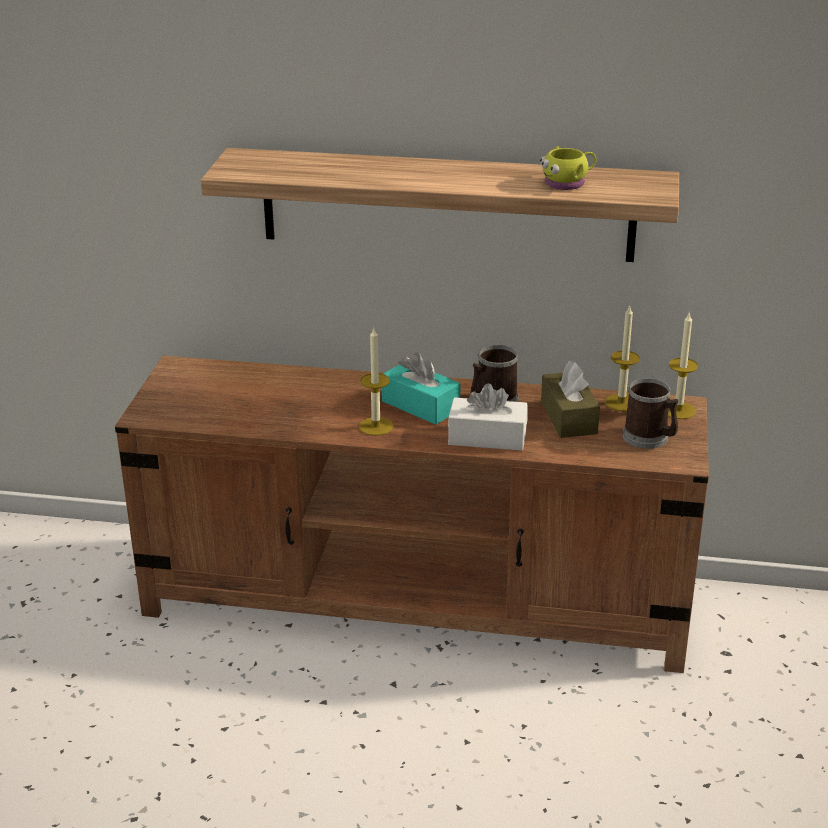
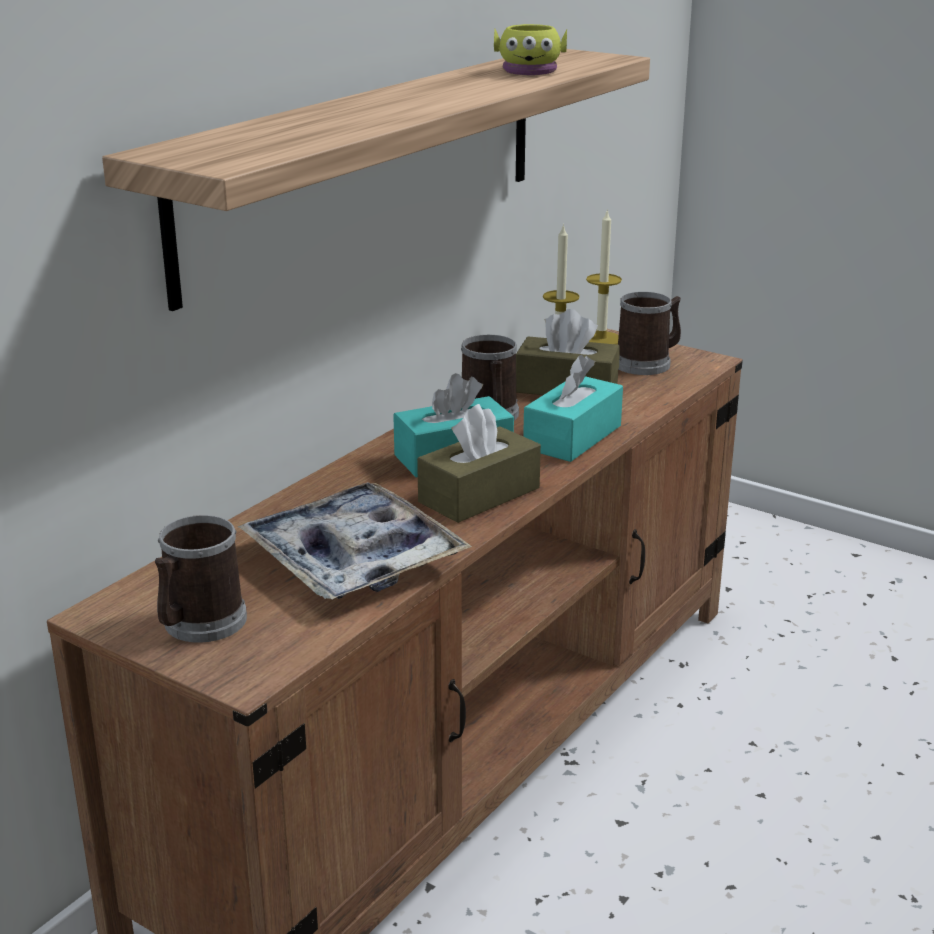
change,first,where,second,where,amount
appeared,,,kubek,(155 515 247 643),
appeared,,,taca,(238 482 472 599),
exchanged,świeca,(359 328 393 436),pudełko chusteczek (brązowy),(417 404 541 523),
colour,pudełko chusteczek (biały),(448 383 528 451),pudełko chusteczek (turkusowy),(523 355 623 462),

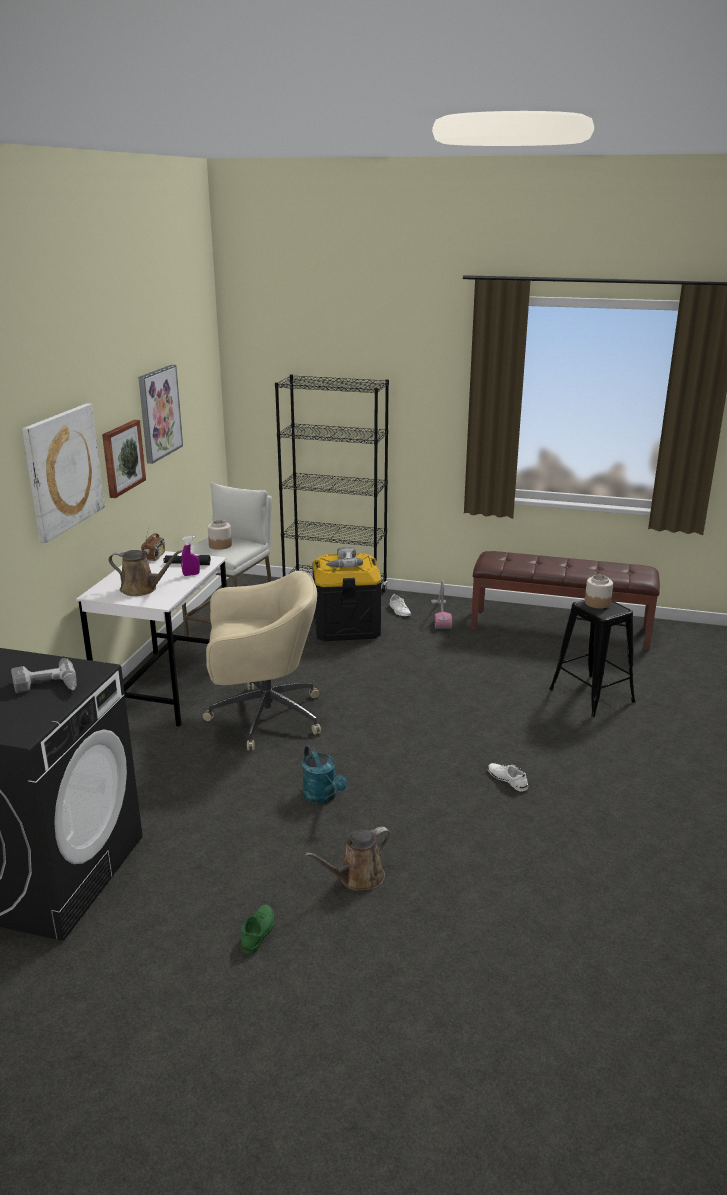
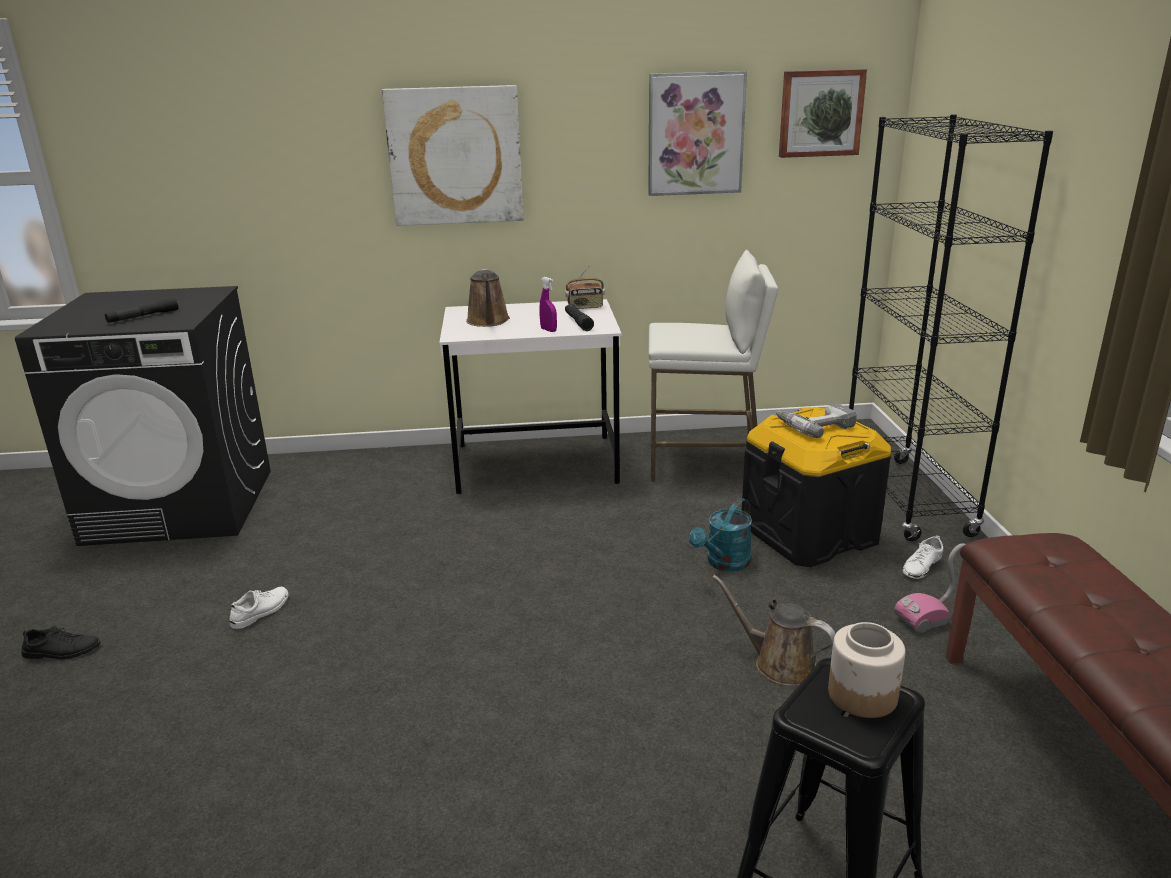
change,first,where,second,where,amount
colour,but (zielony),(241 904 274 954),but (czarny),(21 626 100 660),
exchanged,wiertarka,(11 658 77 693),latarka (czarny),(105 298 178 323),
relocated,but (biały),(488 763 528 792),,(230 587 289 629),
relocated,konewka (turkusowy),(302 745 347 804),,(689 498 752 572),
relocated,konewka (brązowy),(305 827 392 890),,(712 575 835 686),
relocated,obraz,(102 420 146 498),,(779 69 867 158),
missing,krzesło biurowe (beżowy),(203 571 321 751),,,
missing,słoik,(208 520 232 550),,,

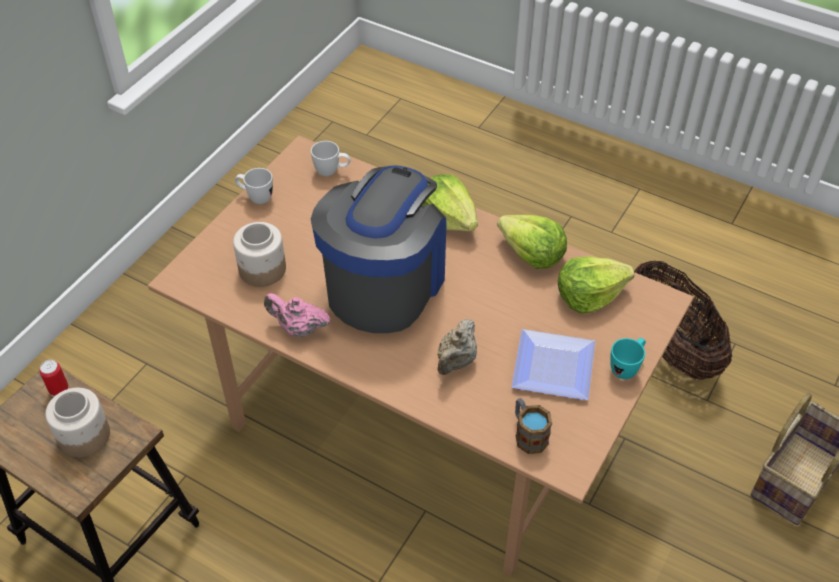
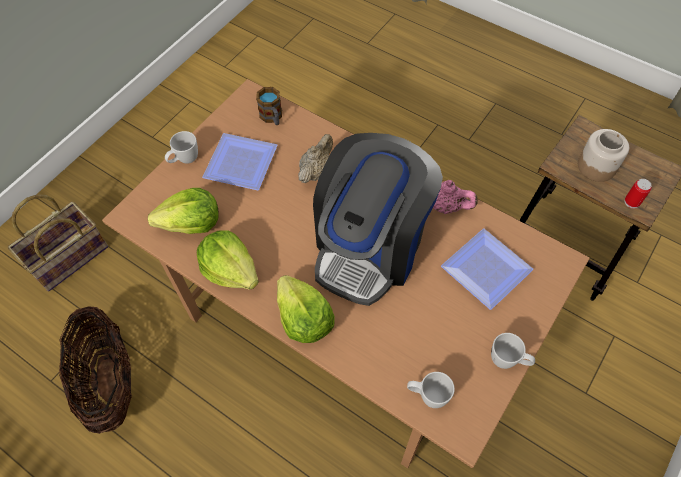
change,first,where,second,where,amount
colour,kubek (turkusowy),(610 338 646 379),kubek (biały),(165 131 198 164),
exchanged,słoik,(233 222 286 287),talerz,(441 229 533 310),

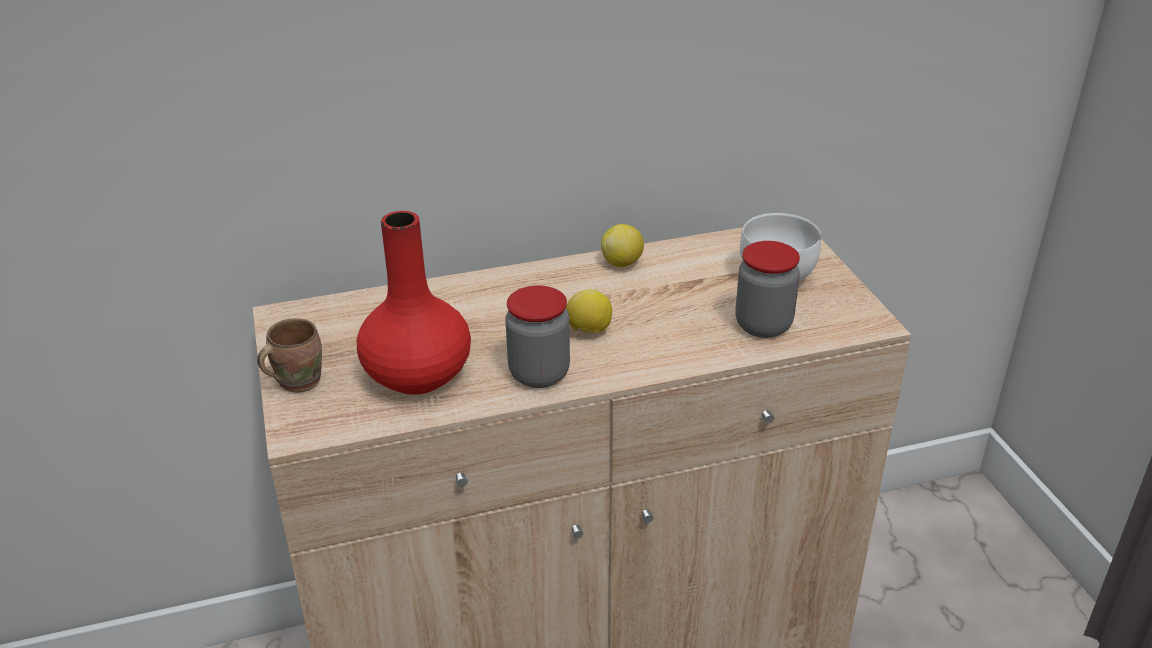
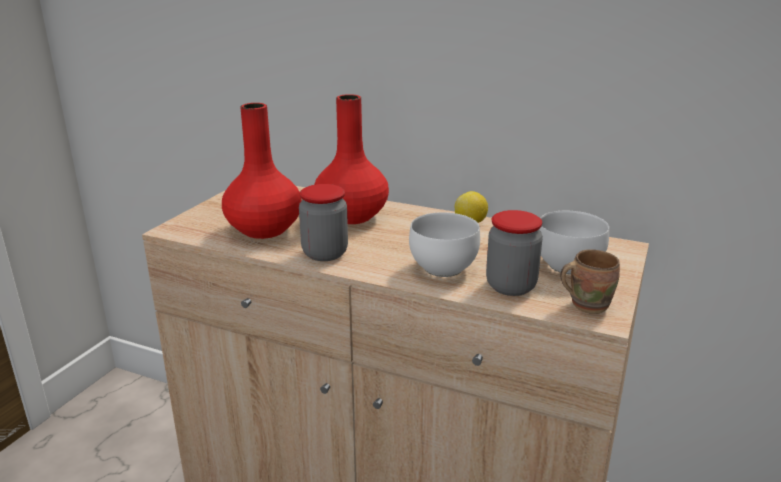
change,first,where,second,where,amount
appeared,,,wazon (czerwony),(314 94 389 224),
appeared,,,miska (biały),(409 212 480 277),
relocated,kubek (brązowy),(257 318 322 393),,(560 249 620 314),
missing,cytryna,(566 289 612 333),,,

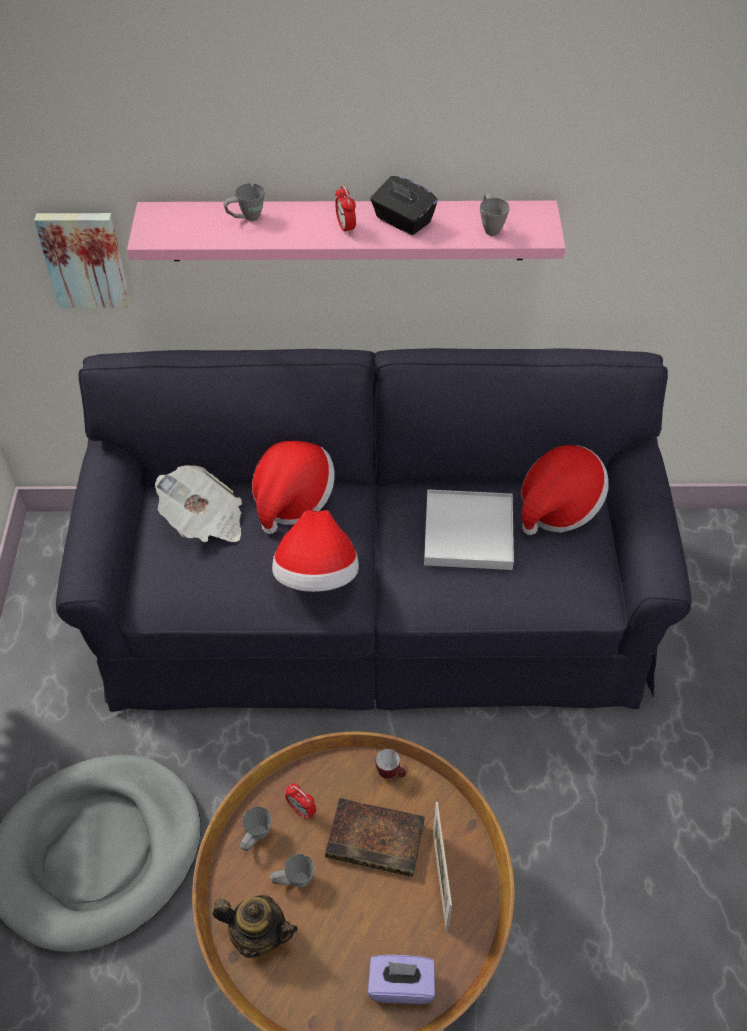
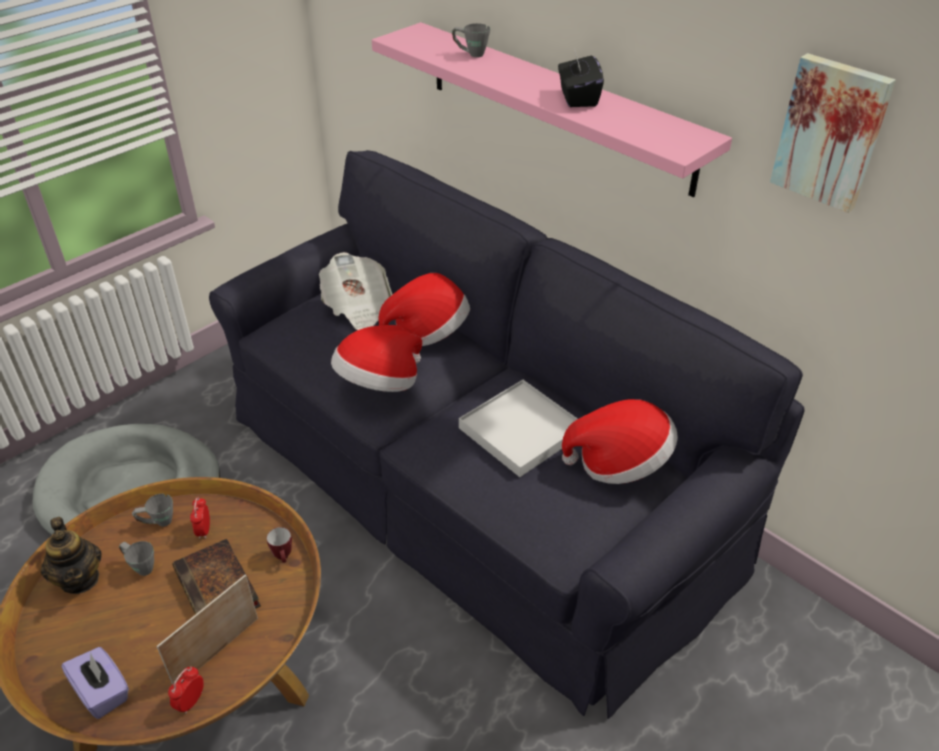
change,first,where,second,where,amount
relocated,budzik,(335 185 356 235),,(168 667 204 714),
relocated,obraz,(34 213 130 308),,(770 53 896 213),
missing,kubek (szary),(480 193 510 236),,,

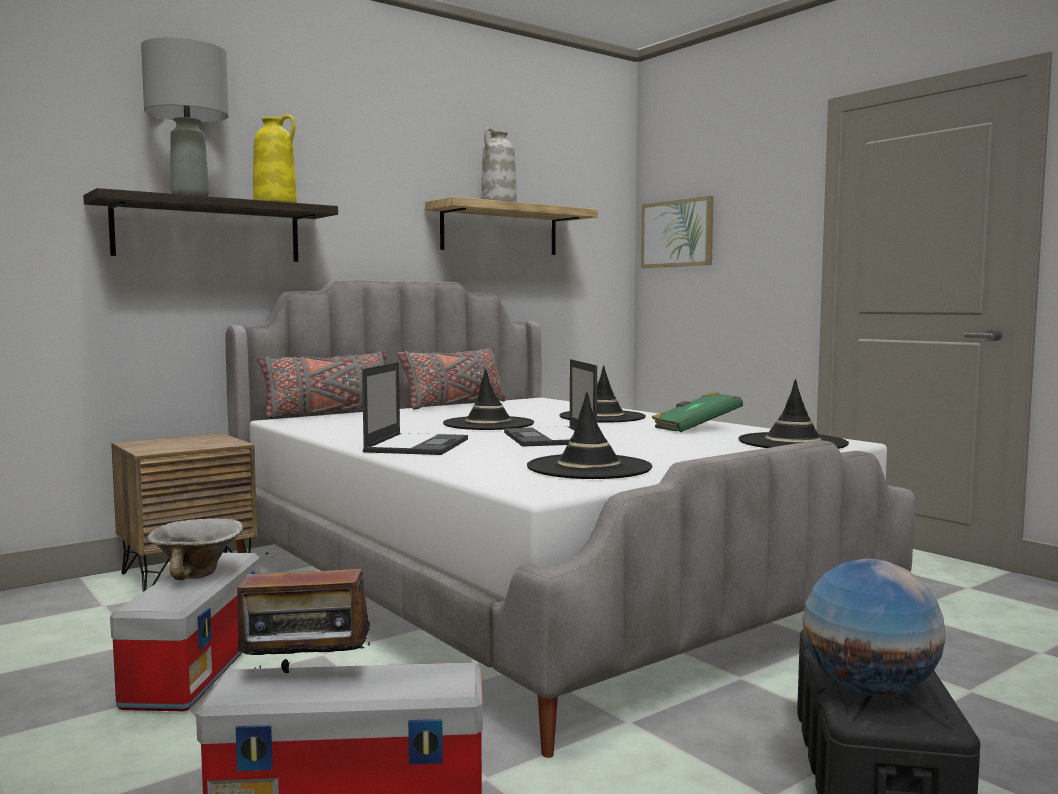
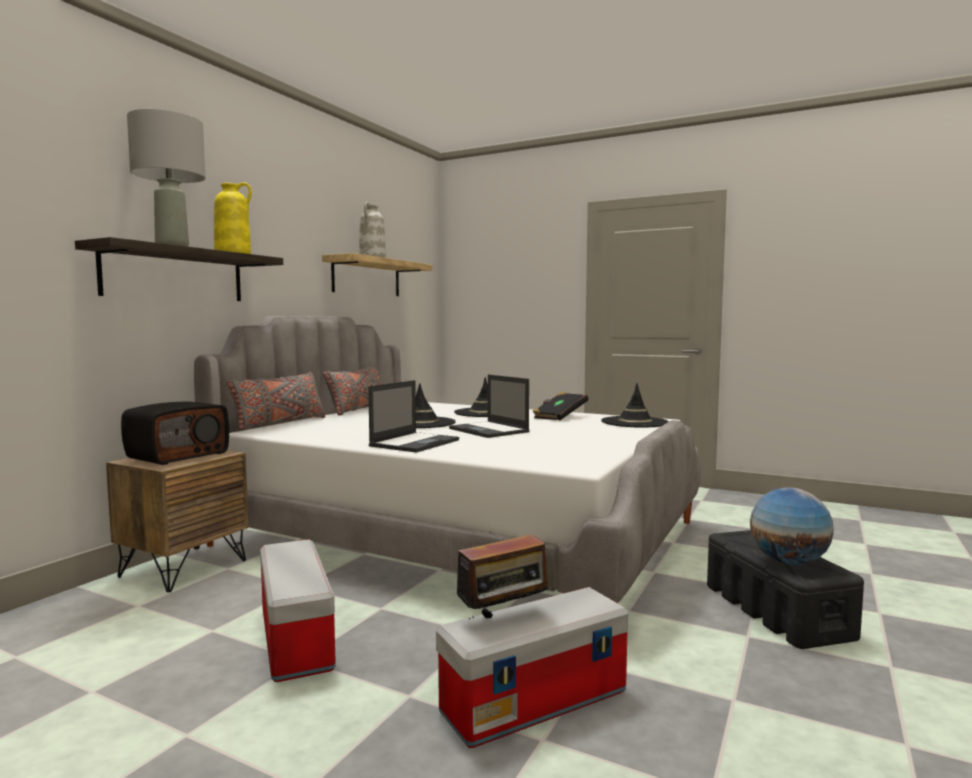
change,first,where,second,where,amount
appeared,,,radio,(121 402 229 465),
spun,laptop,(362 362 468 455),,(368 380 459 453),45 degrees clockwise
colour,książka (zielony),(651 391 743 432),książka (czarny),(532 392 588 420),
missing,miska,(147 518 243 580),,,
missing,kapelusz (czarny),(527 392 652 479),,,
missing,obraz,(641 196 713 268),,,

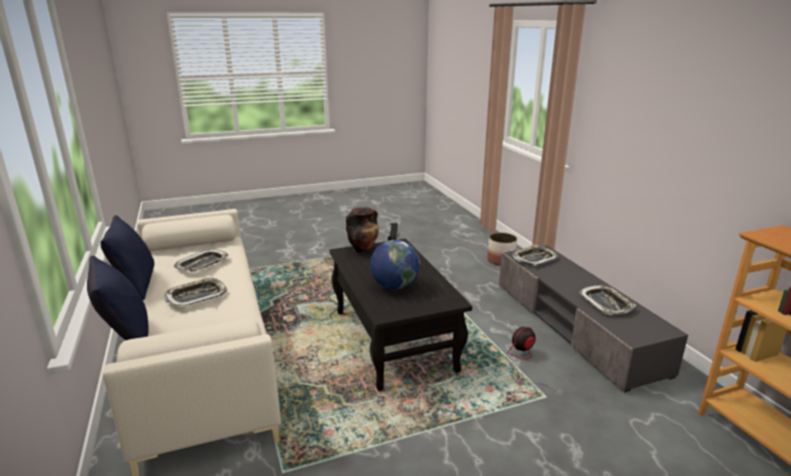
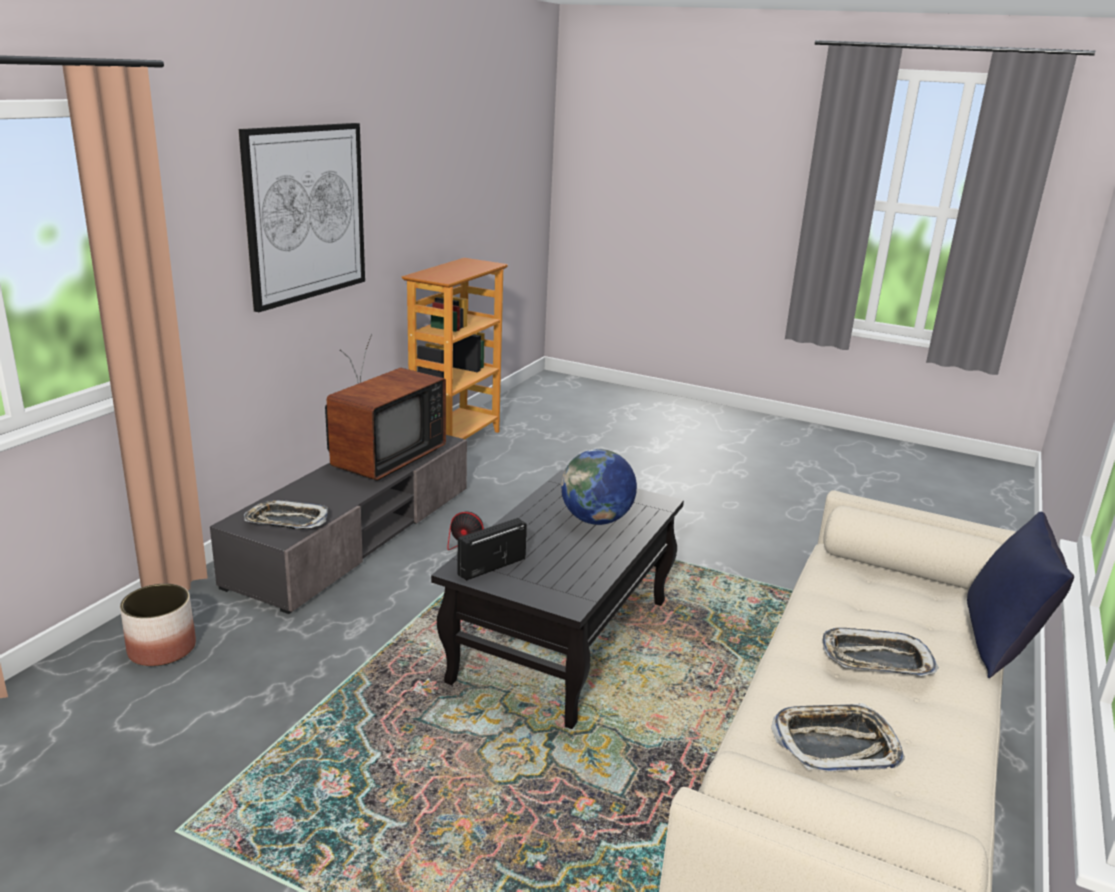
change,first,where,second,where,amount
appeared,,,obraz,(239 123 365 312),
exchanged,taca,(579 285 636 315),telewizor,(325 334 446 481),
missing,poduszka (niebieski),(100 215 154 300),,,
missing,wazon,(346 207 379 254),,,

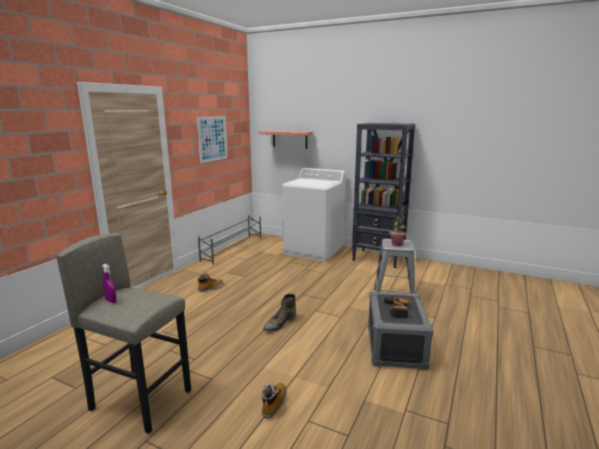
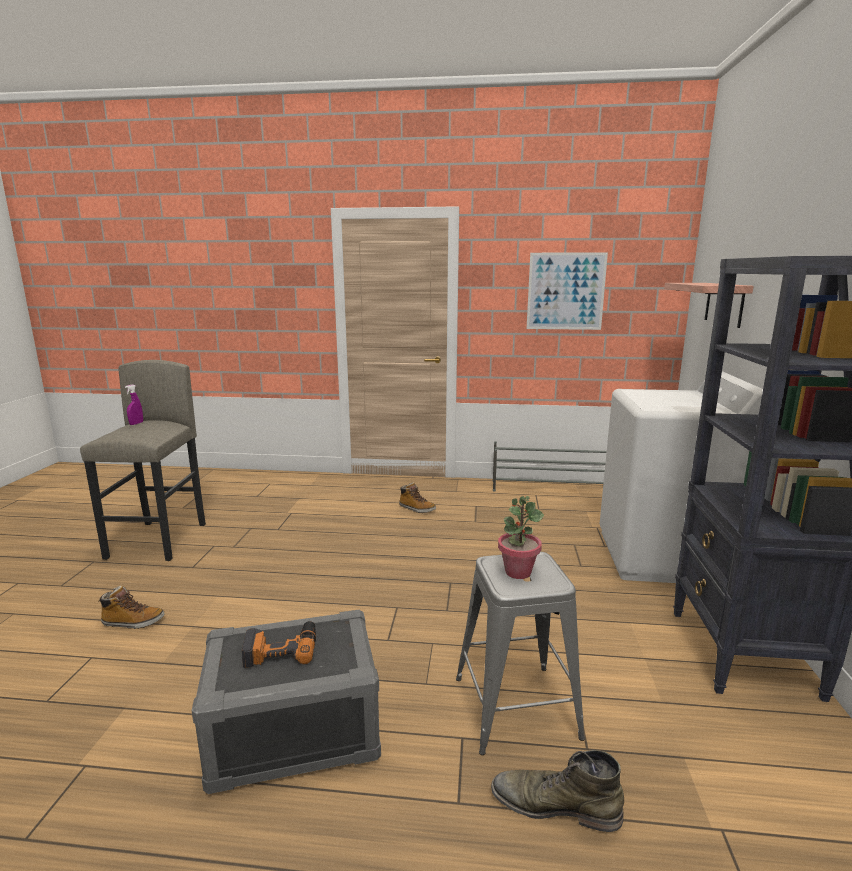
change,first,where,second,where,amount
relocated,but z cholewką (zielony),(263 294 296 333),,(491 750 624 832),

